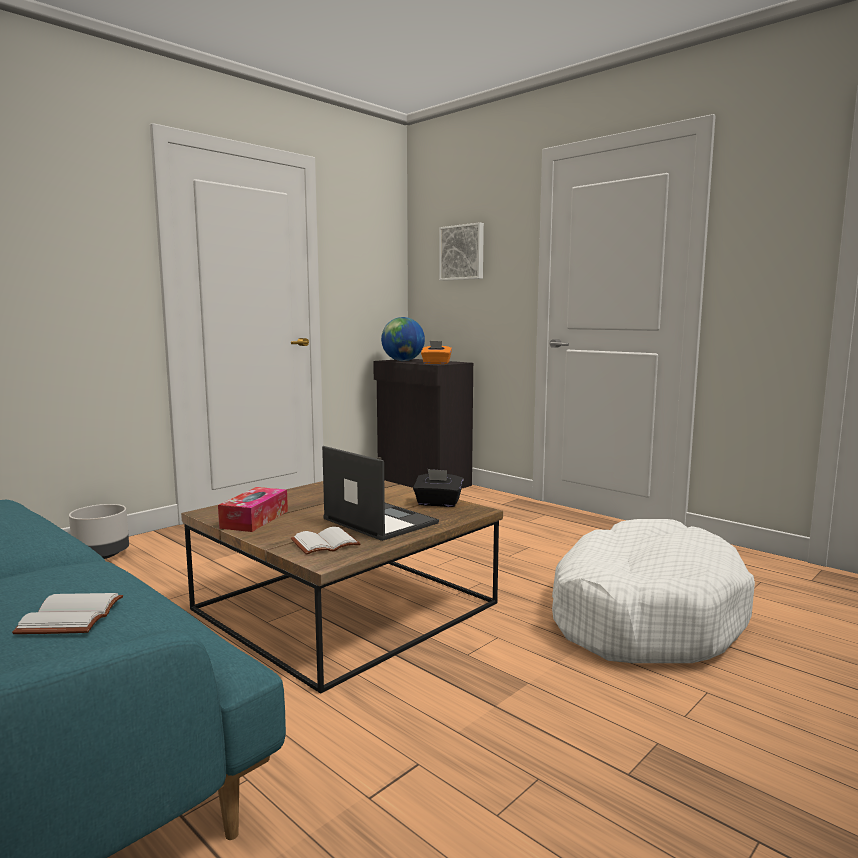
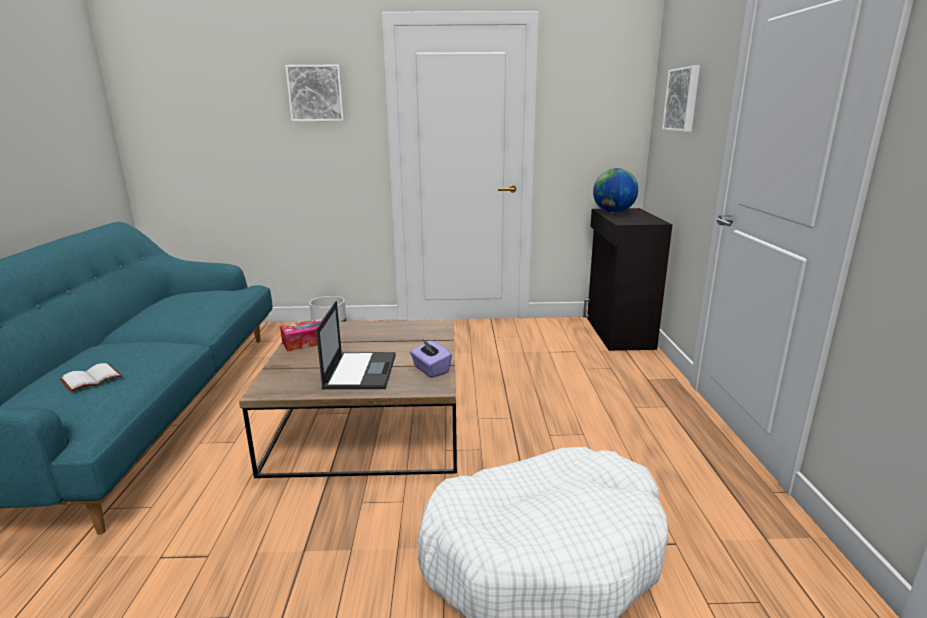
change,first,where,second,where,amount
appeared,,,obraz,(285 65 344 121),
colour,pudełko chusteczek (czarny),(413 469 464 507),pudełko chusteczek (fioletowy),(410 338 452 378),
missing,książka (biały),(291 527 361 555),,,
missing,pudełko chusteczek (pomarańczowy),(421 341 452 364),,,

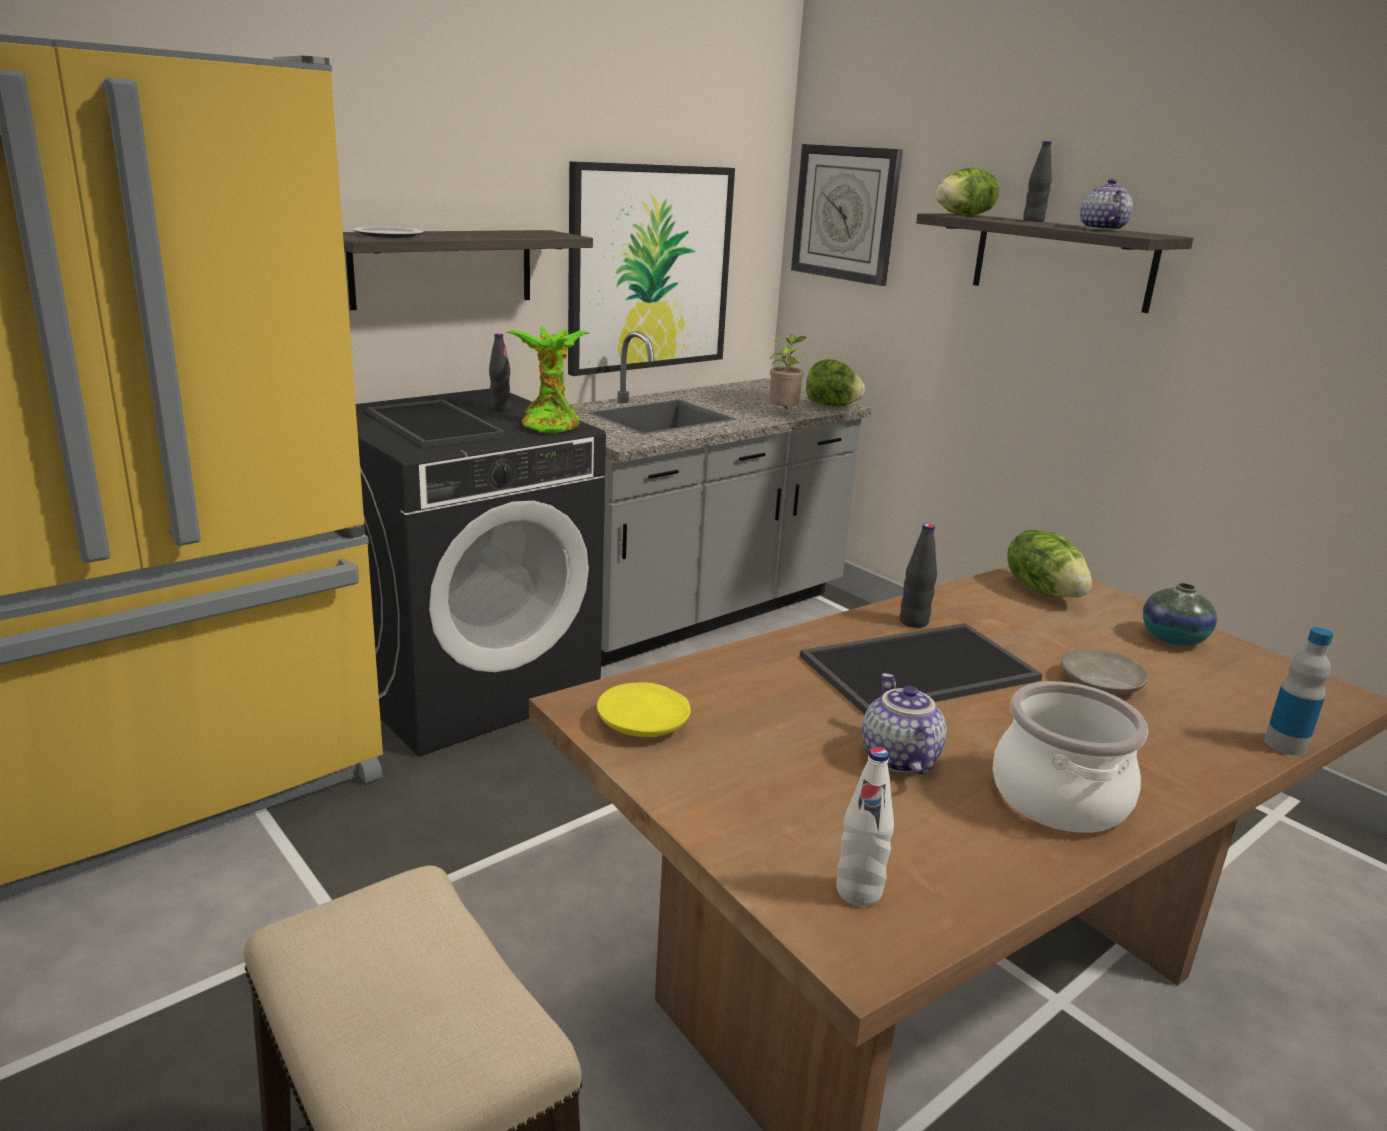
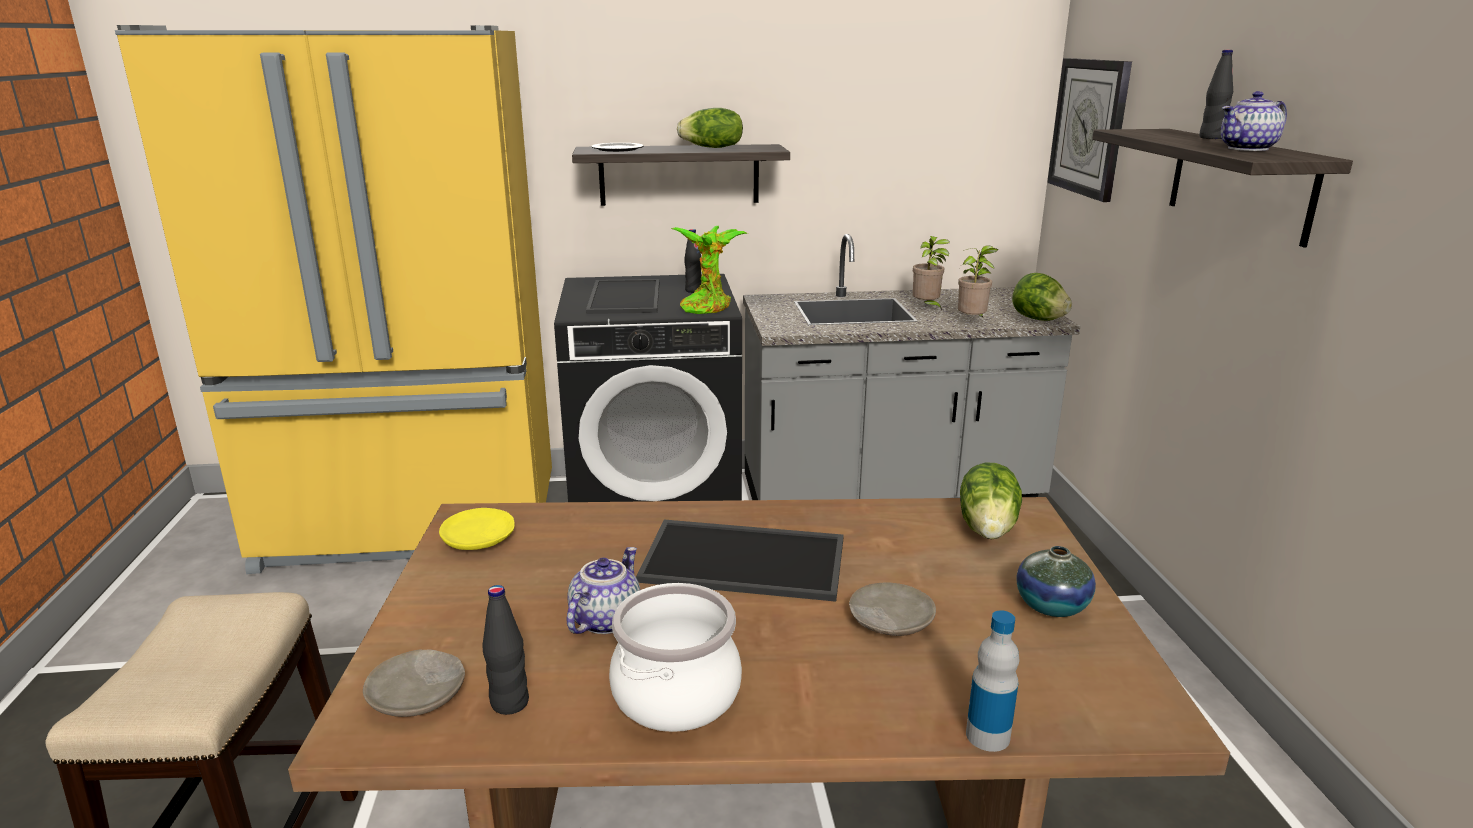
change,first,where,second,where,amount
exchanged,butelka (biały),(836 747 894 906),talerz (beżowy),(363 649 465 717),
relocated,butelka (czarny),(900 523 937 628),,(482 585 529 715),
relocated,sałata,(935 168 999 216),,(677 108 743 148),
appeared,,,roślina doniczkowa,(913 236 950 310),
spun,imbryk,(1080 179 1133 231),,(1221 91 1287 151),150 degrees counterclockwise
missing,obraz,(568 161 735 376),,,

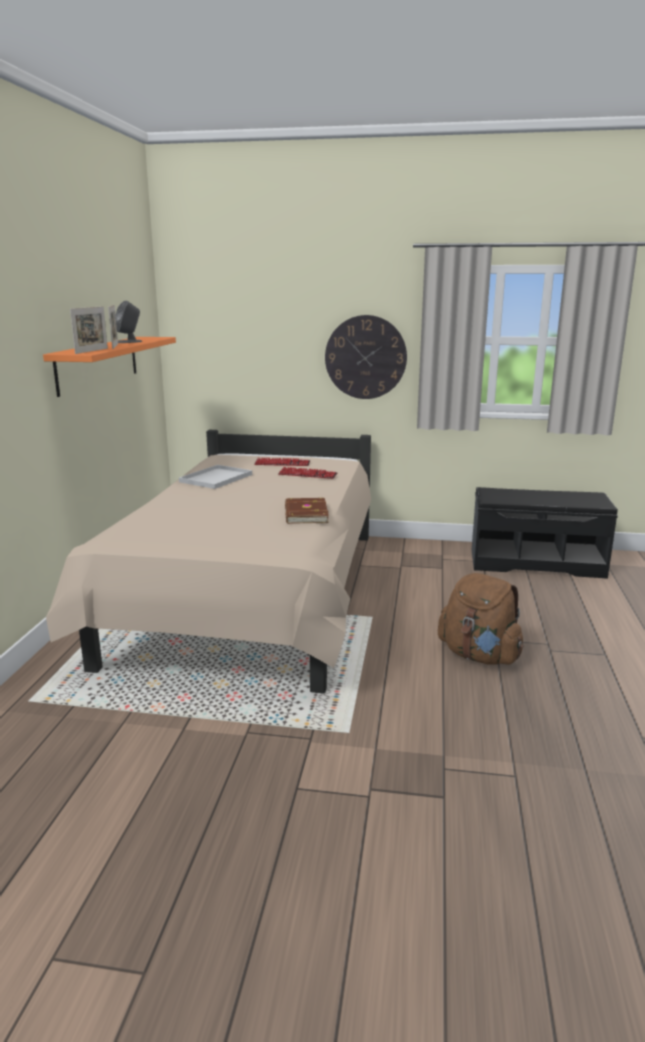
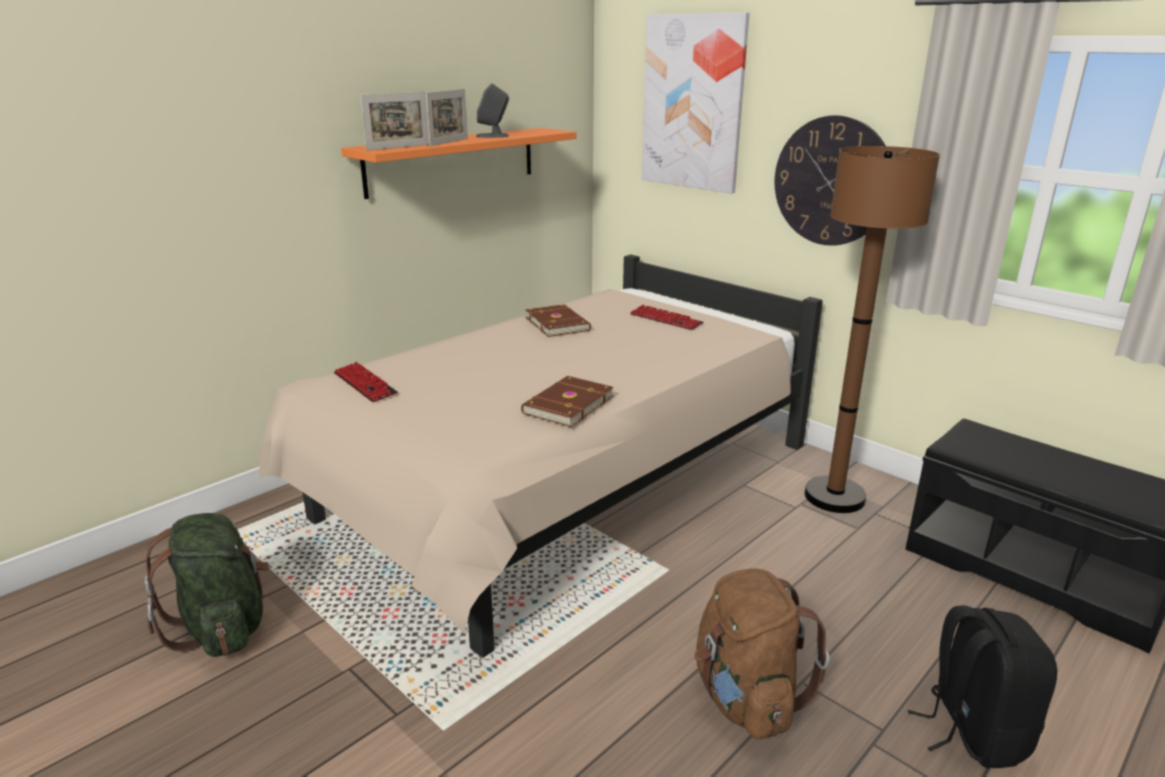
change,first,where,second,where,amount
appeared,,,plecak (zielony),(145 513 270 657),
relocated,klawiatura,(278 467 338 479),,(334 362 398 402),
exchanged,taca (biały),(179 465 252 489),książka (brązowy),(525 304 591 337),
appeared,,,obraz,(642 12 749 193),
appeared,,,lampa stojąca (brązowy),(805 146 940 513),
appeared,,,plecak (czarny),(908 605 1057 768),

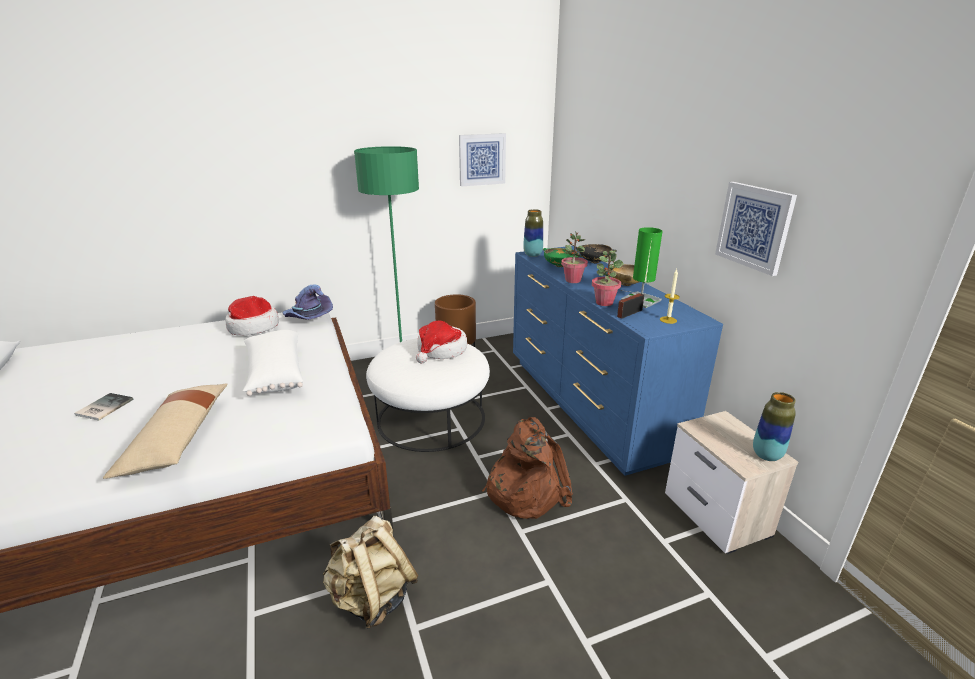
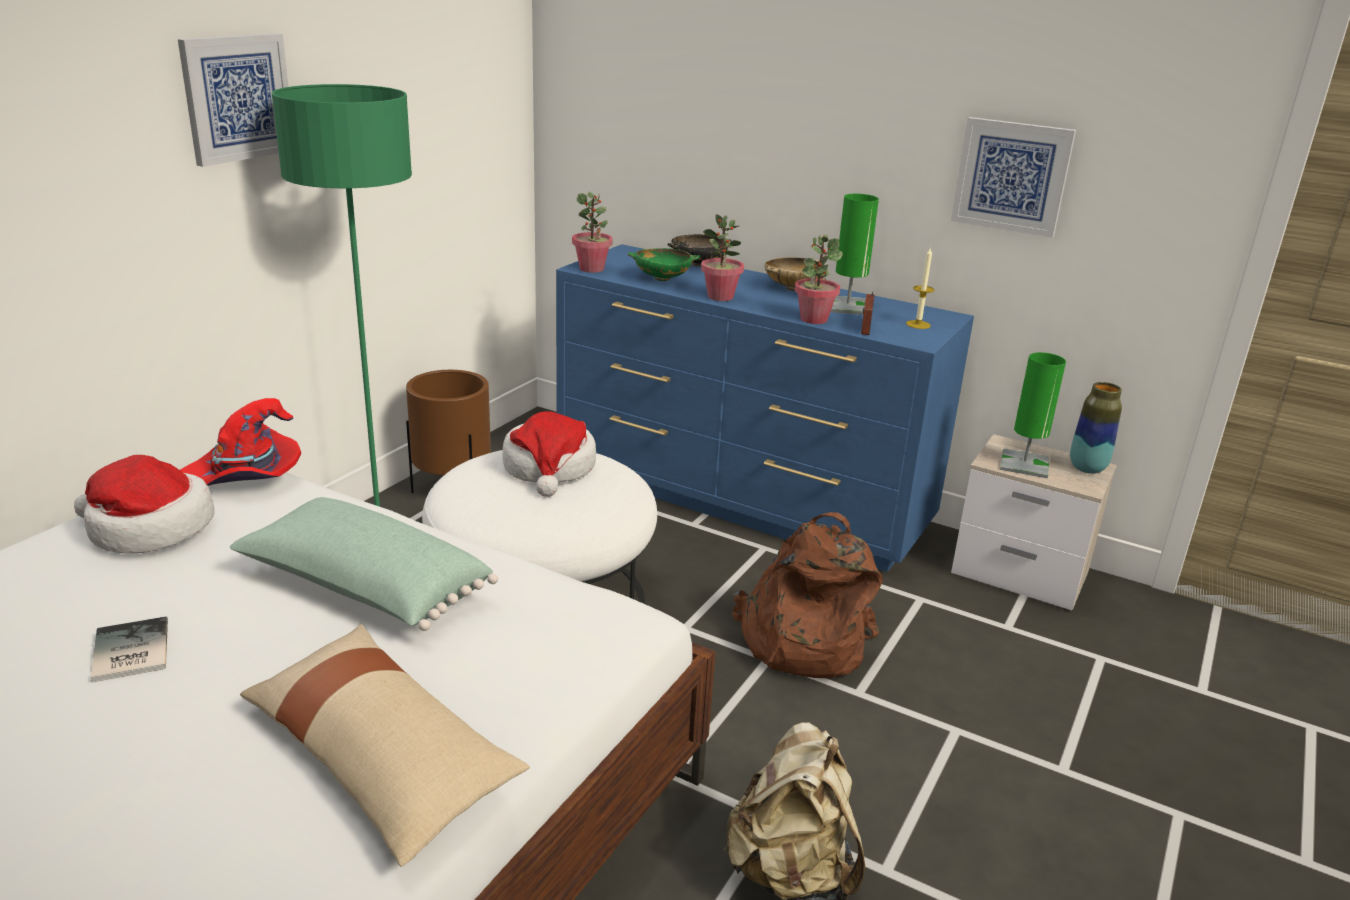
change,first,where,second,where,amount
relocated,książka,(74 393 134 421),,(90 617 168 682),
relocated,obraz,(459 133 506 187),,(178 33 289 167),
colour,kapelusz (fioletowy),(282 284 333 320),kapelusz (czerwony),(180 398 301 486),
colour,poduszka (biały),(243 330 303 396),poduszka (zielony),(230 497 498 631),
exchanged,wazon,(523 209 543 257),roślina doniczkowa,(572 192 613 273),
appeared,,,lampa stołowa (zielony),(1000 352 1066 478),

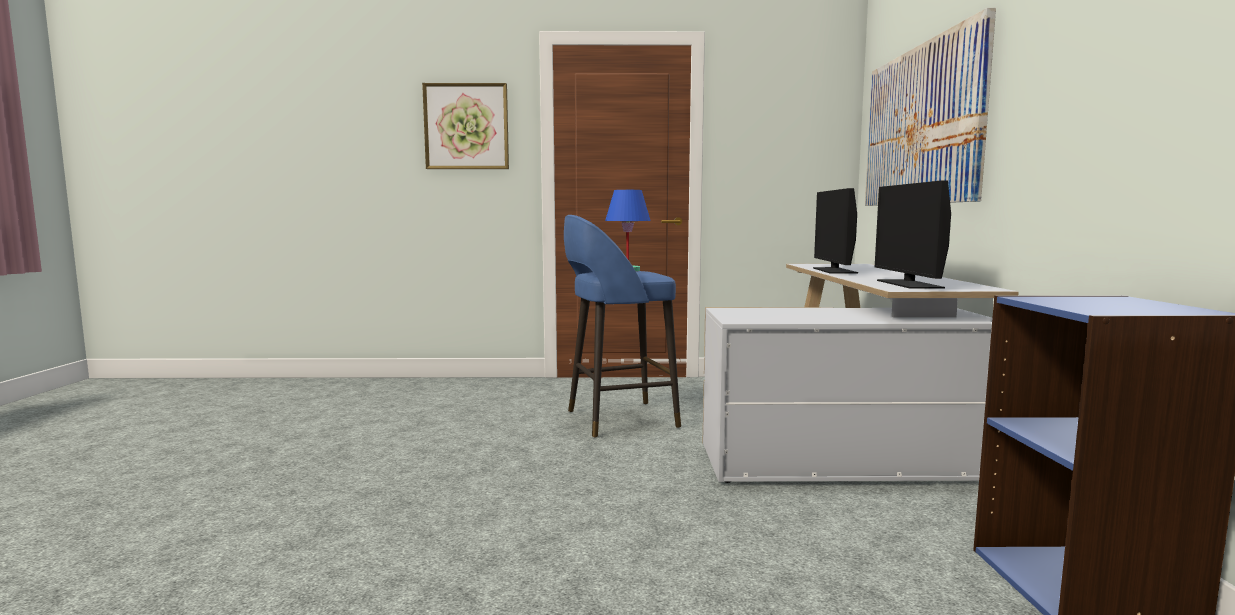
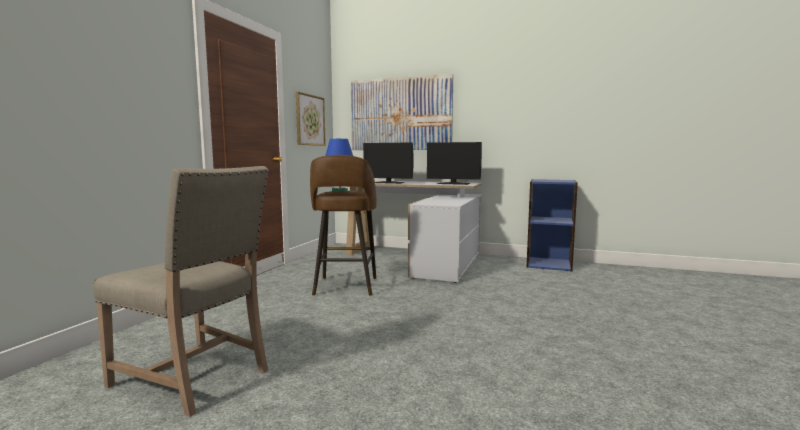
change,first,where,second,where,amount
appeared,,,krzesło (beżowy),(93 166 269 417),
relocated,obraz,(422 83 509 169),,(296 92 326 146),
colour,stołek (niebieski),(564 215 681 438),stołek (brązowy),(310 155 377 296),

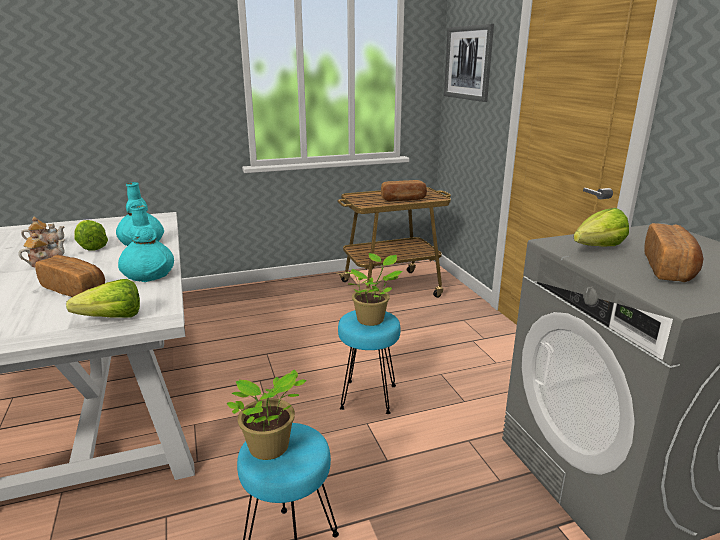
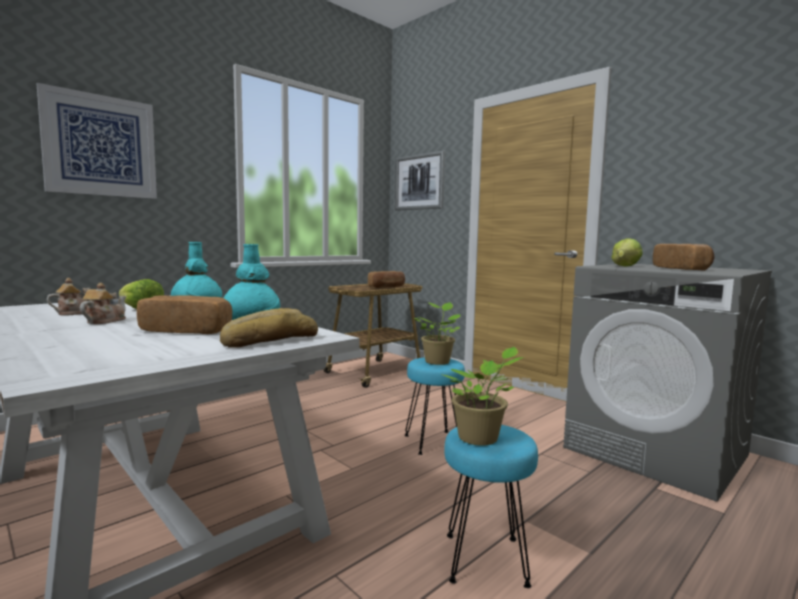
change,first,where,second,where,amount
appeared,,,obraz,(37 83 157 199),
exchanged,sałata,(66 279 140 318),chleb,(220 308 318 348),

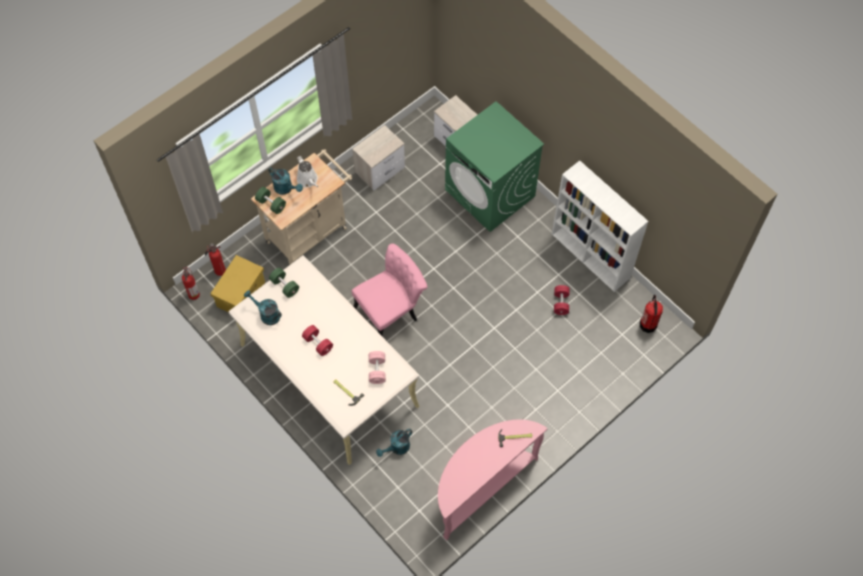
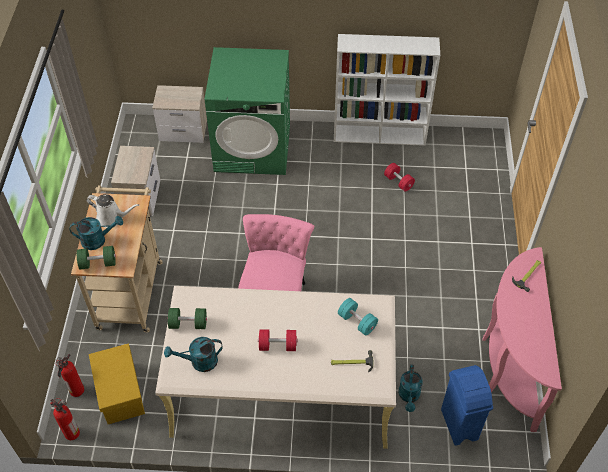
change,first,where,second,where,amount
colour,hantel (różowy),(369 351 386 384),hantel (turkusowy),(338 298 378 335),
appeared,,,kosz na śmieci (niebieski),(441 365 493 446),
missing,gaśnica,(640 295 663 333),,,

